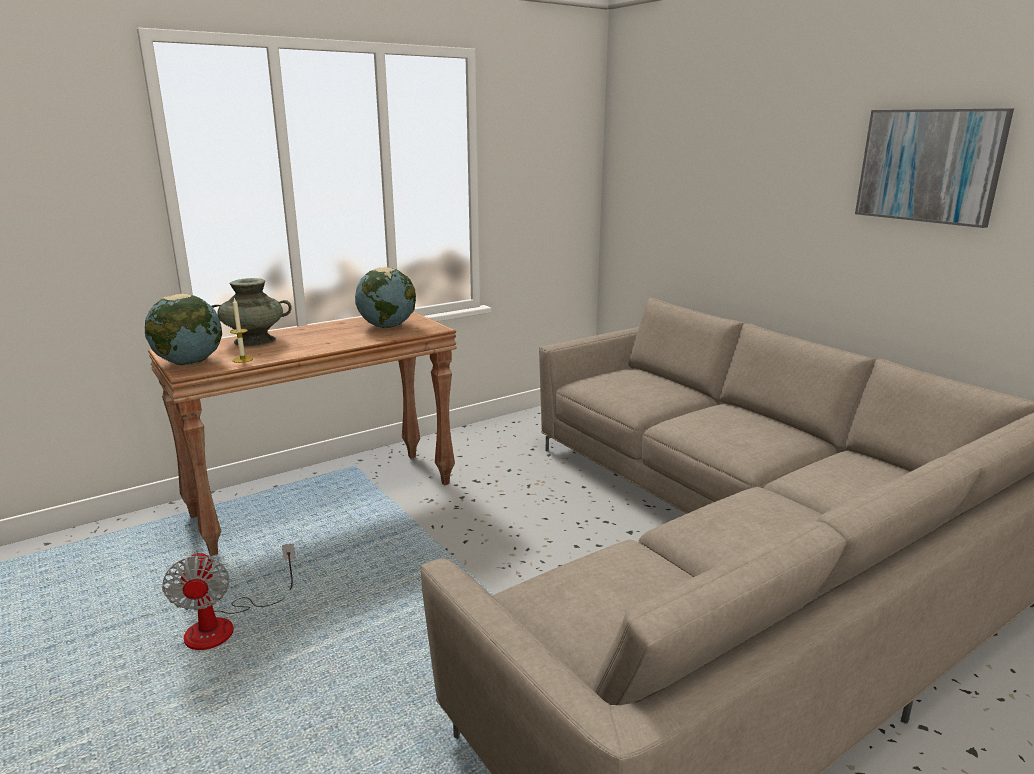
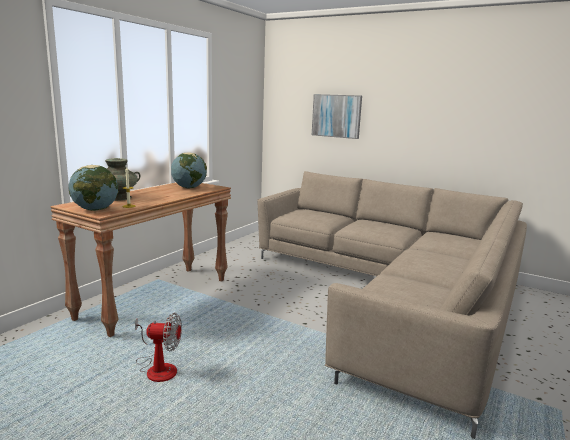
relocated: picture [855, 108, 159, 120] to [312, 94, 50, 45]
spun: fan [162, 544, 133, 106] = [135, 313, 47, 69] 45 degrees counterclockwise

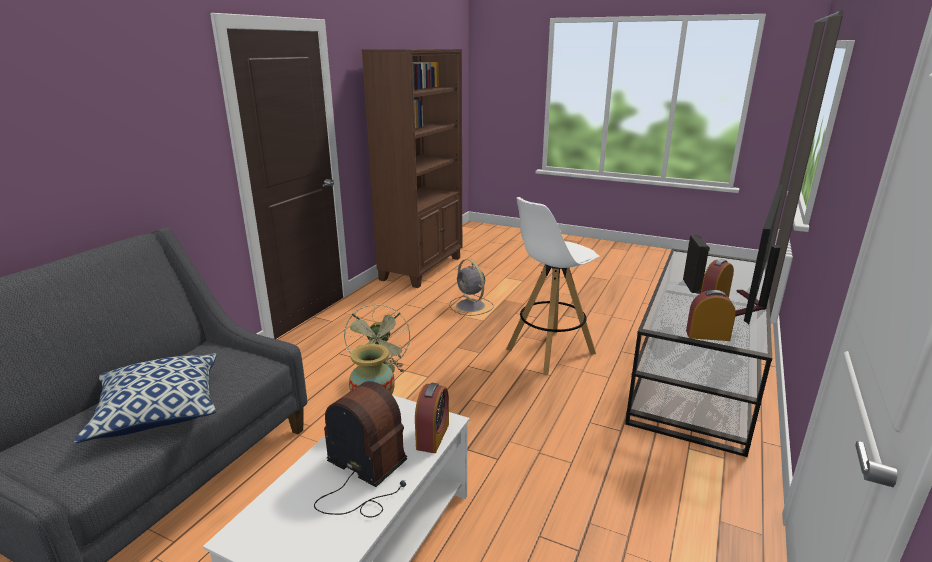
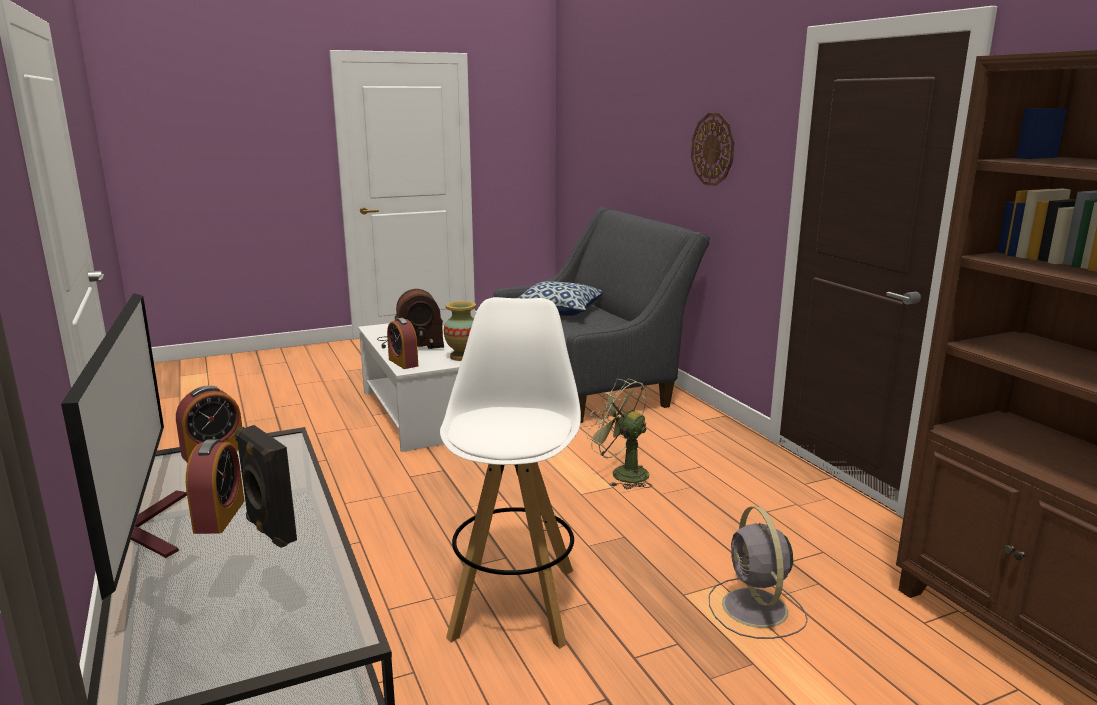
appeared: wall clock [691, 113, 43, 73]
spun: greyish fan [449, 259, 45, 57] = [709, 506, 99, 133] 105 degrees counterclockwise

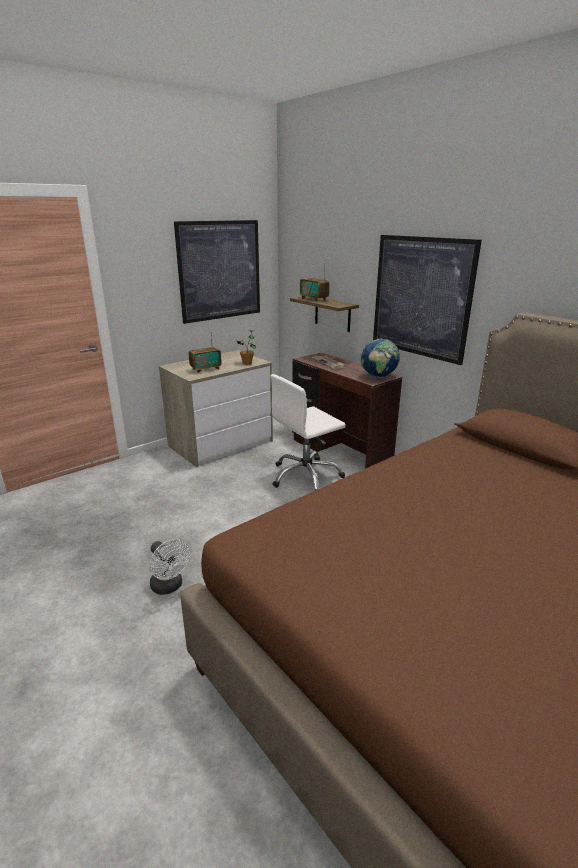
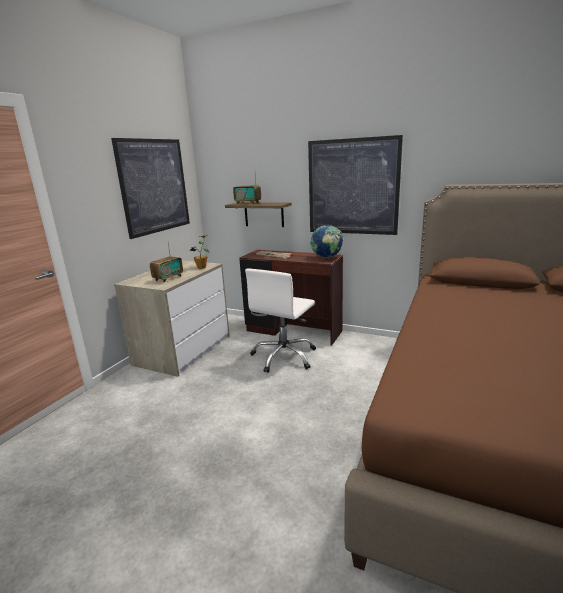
missing: white fan [150, 539, 40, 56]

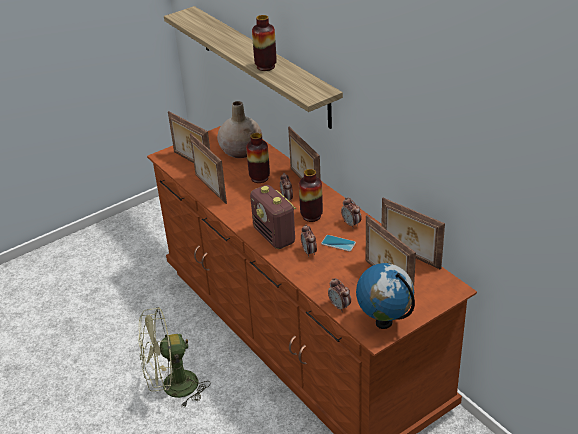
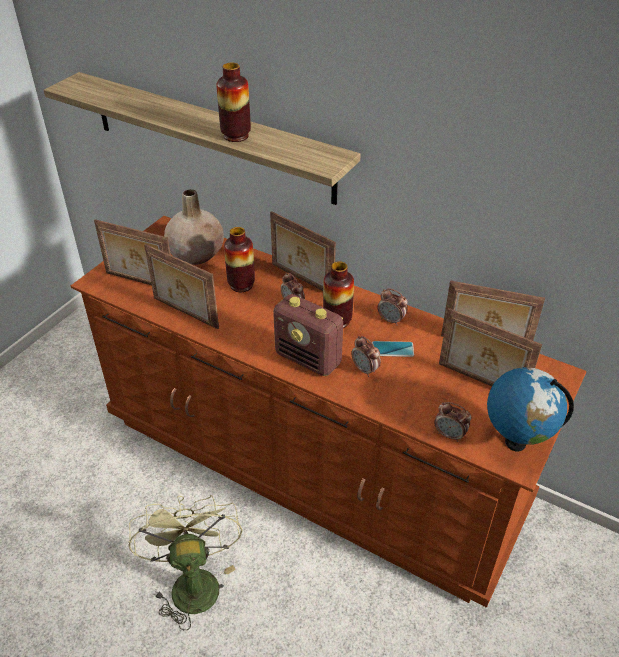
spun: green-coloured fan [139, 307, 72, 101] = [128, 495, 115, 135] 120 degrees clockwise

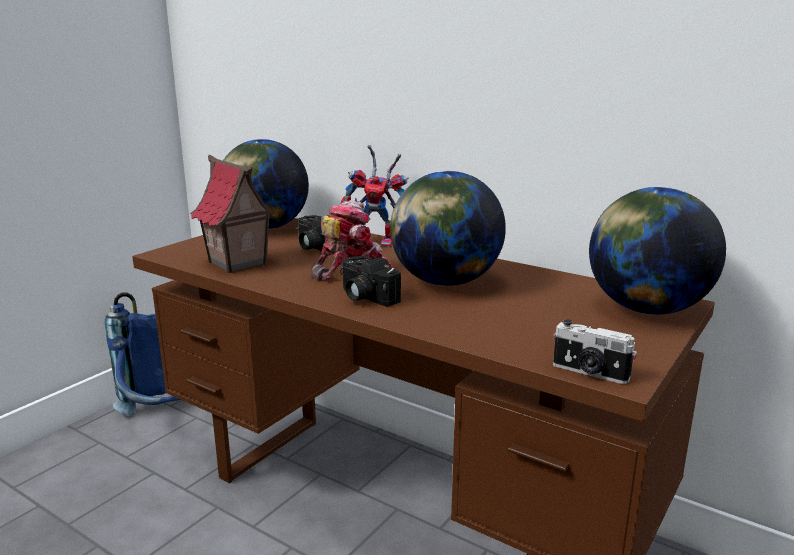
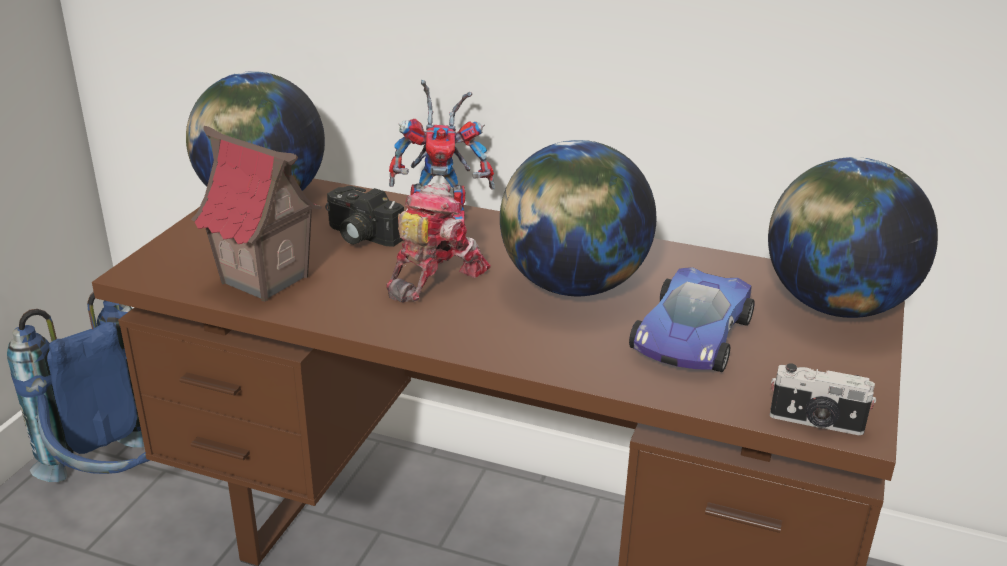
missing: still camera [340, 256, 61, 50]
appeared: toy car [629, 267, 126, 105]

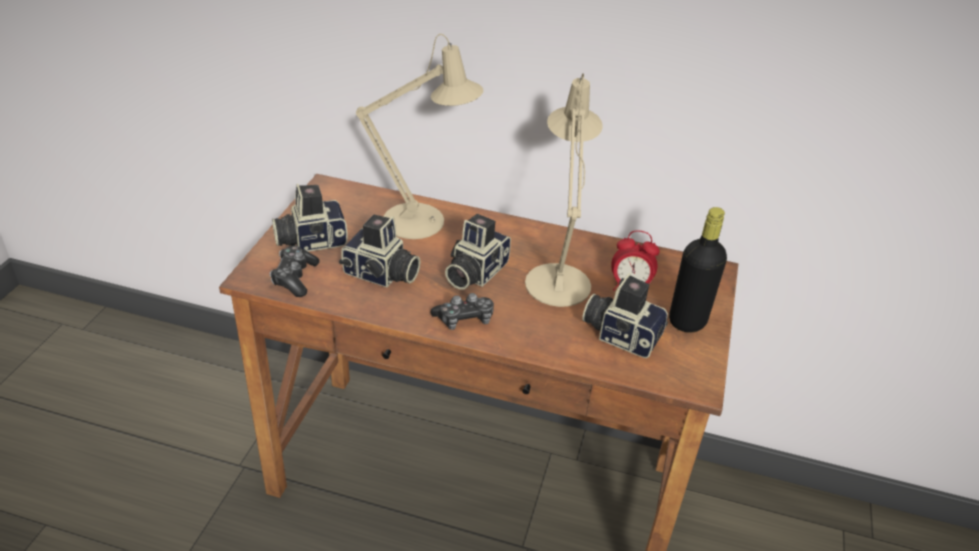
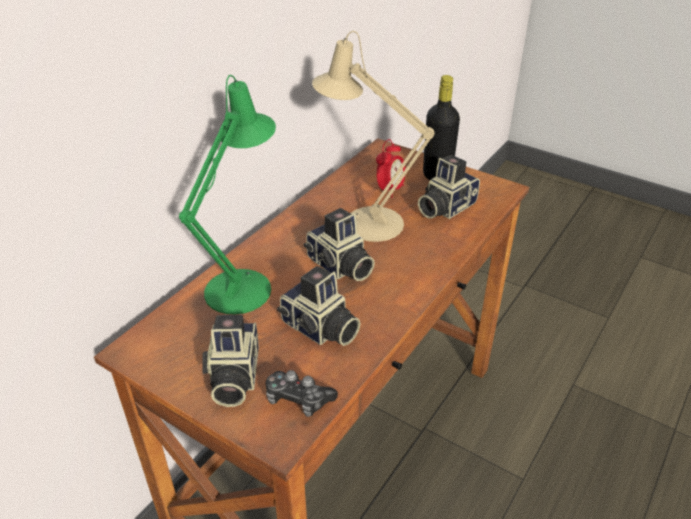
missing: game controller [431, 293, 63, 37]
colour: beige tabletop lamp [356, 34, 127, 205] to green-coloured tabletop lamp [179, 75, 97, 240]
spun: still camera [339, 215, 82, 72] = [277, 266, 83, 80] 90 degrees clockwise

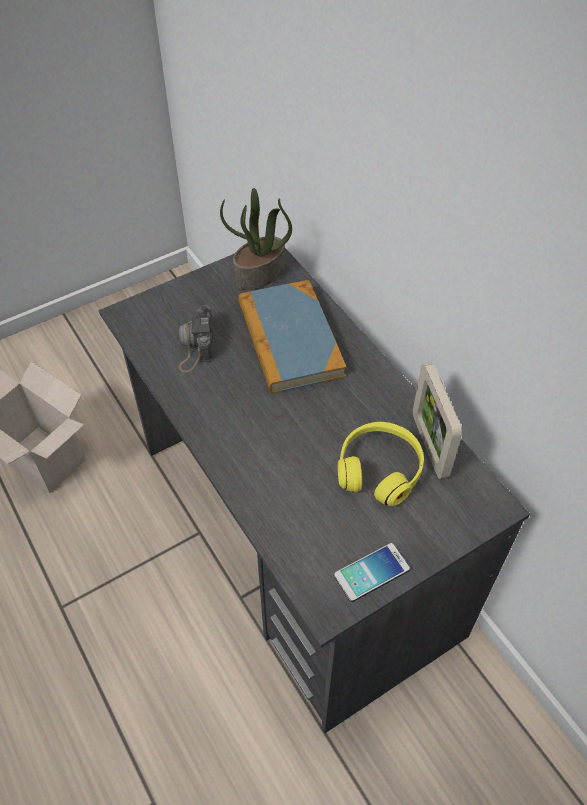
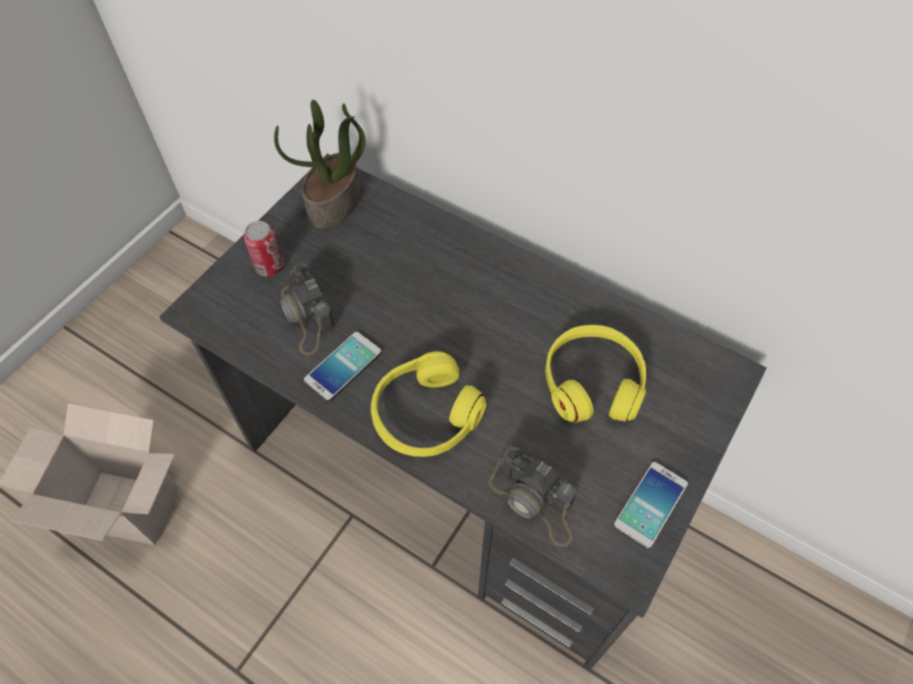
missing: bound book [238, 280, 109, 114]; picture frame [413, 363, 49, 116]
appeared: metal can [244, 221, 40, 55]; phone [304, 332, 78, 69]; yellowish pair of headphones [371, 351, 116, 106]; still camera [489, 447, 88, 100]

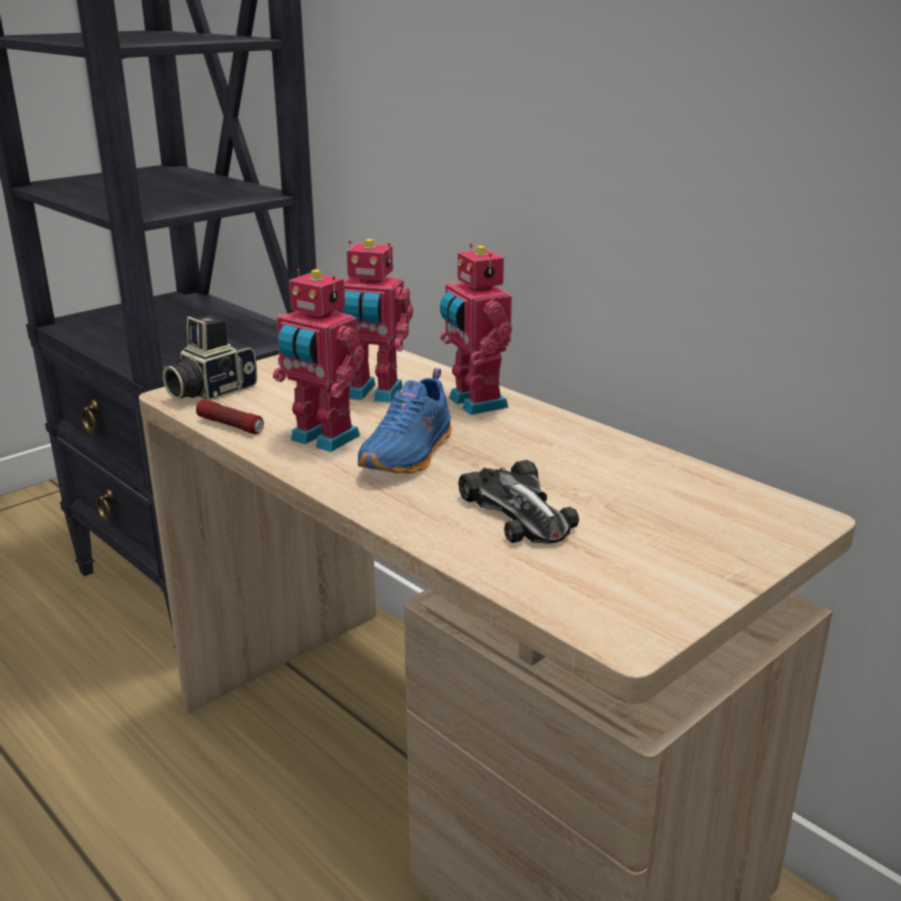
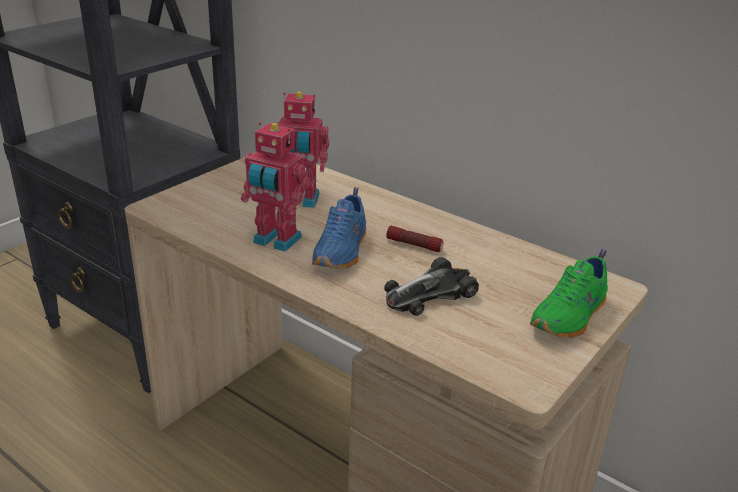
missing: model robot [440, 244, 72, 171]; still camera [163, 315, 94, 86]
appeared: green-coloured low shoe [530, 249, 78, 89]
relocated: flashlight [196, 399, 68, 35] to [386, 226, 58, 26]
spun: toy car [458, 460, 121, 83] = [384, 257, 95, 59] 90 degrees clockwise

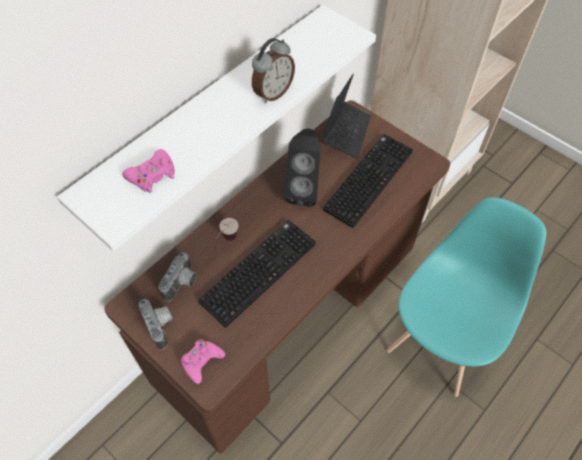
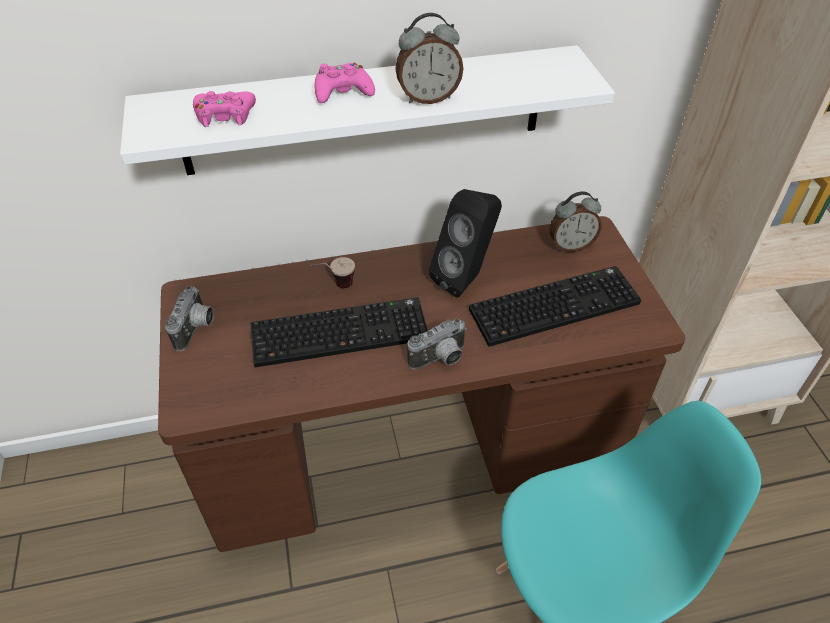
relocated: still camera [158, 252, 39, 50] to [407, 319, 60, 51]; pink-coloured game controller [181, 339, 44, 45] to [315, 63, 60, 40]
exchanged: portable computer [321, 73, 50, 86] to alarm clock [549, 191, 53, 61]

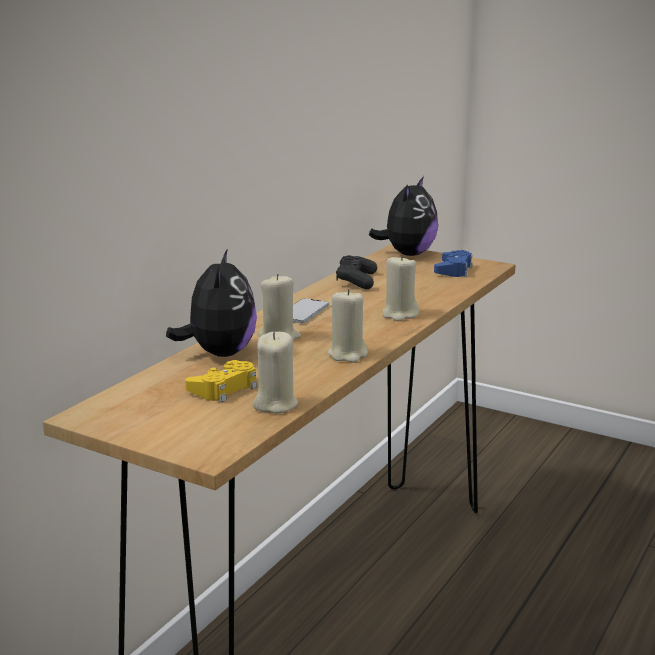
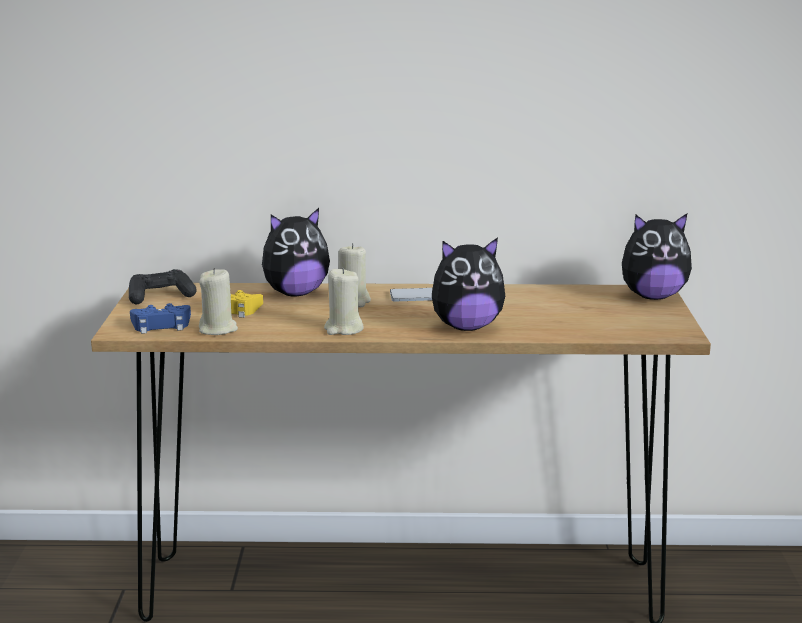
relocated: blue game controller [434, 250, 38, 27] to [130, 303, 61, 31]; black-coloured game controller [336, 255, 41, 34] to [129, 269, 67, 35]
exchanged: beige candle [383, 255, 36, 66] to cuddly toy [432, 237, 73, 94]

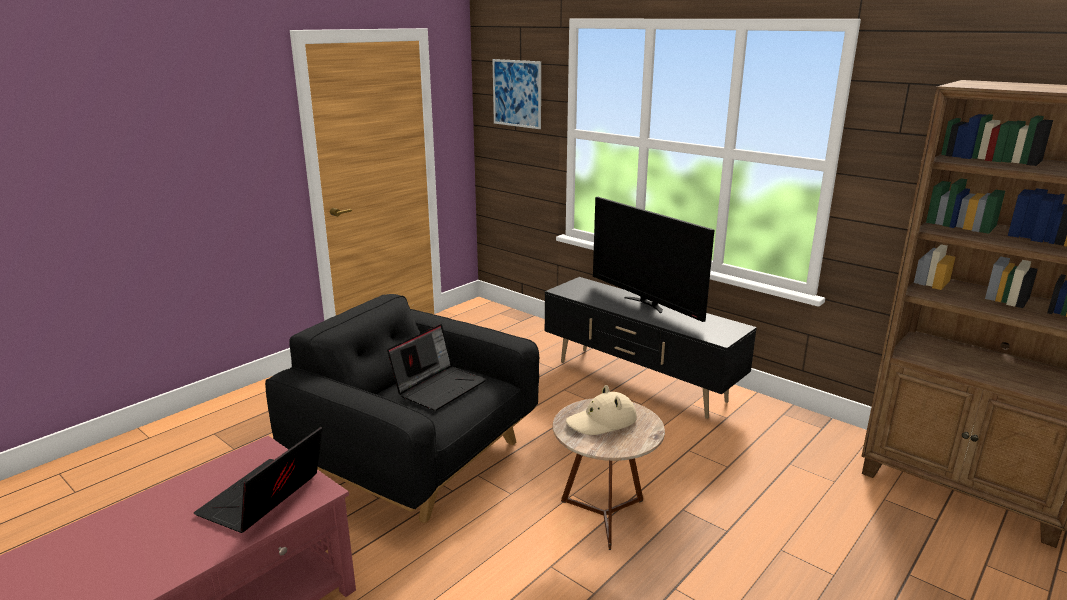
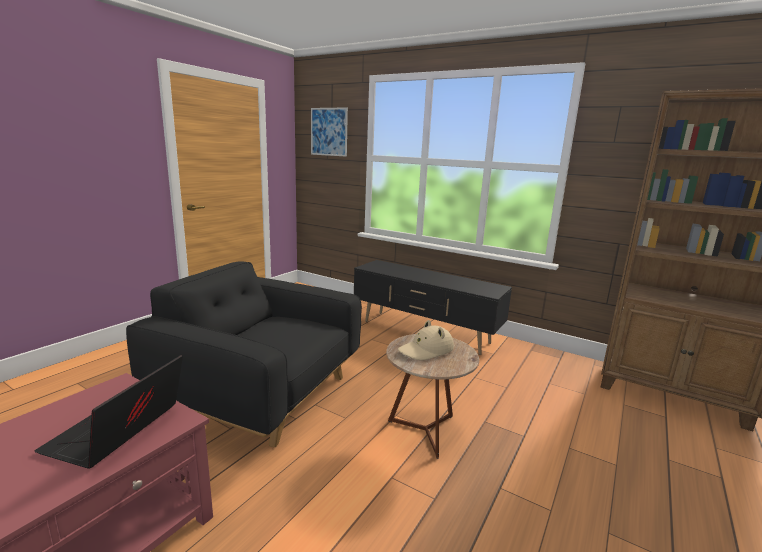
missing: television [593, 197, 121, 125]; portable computer [387, 324, 99, 87]

